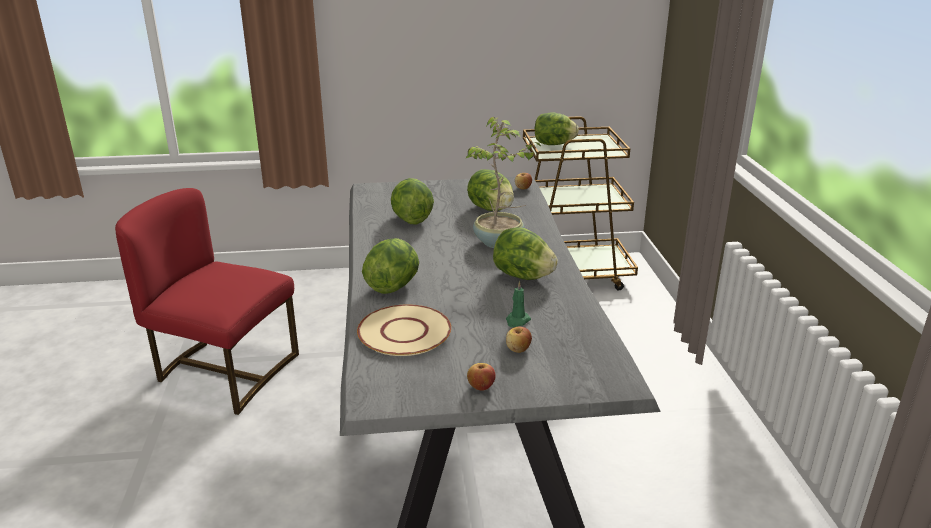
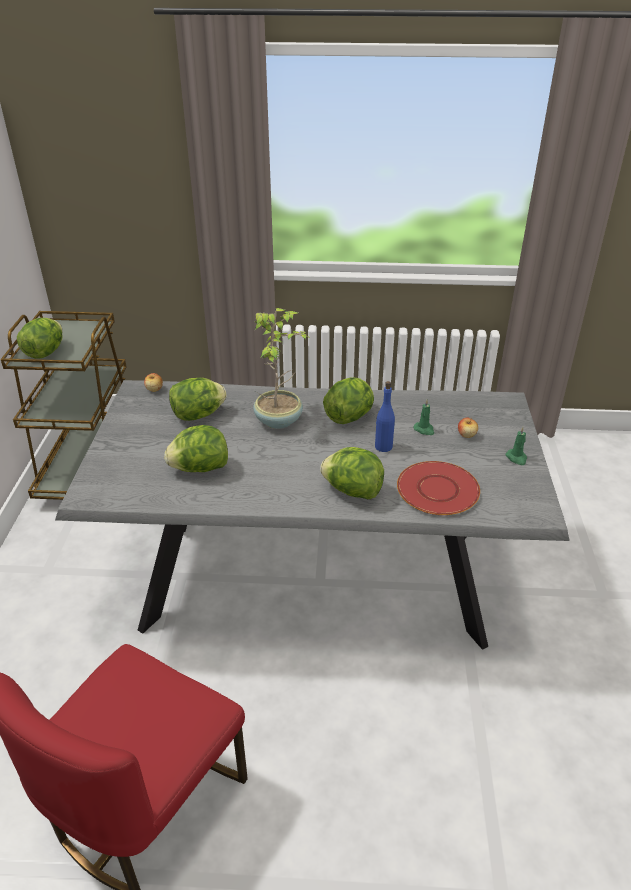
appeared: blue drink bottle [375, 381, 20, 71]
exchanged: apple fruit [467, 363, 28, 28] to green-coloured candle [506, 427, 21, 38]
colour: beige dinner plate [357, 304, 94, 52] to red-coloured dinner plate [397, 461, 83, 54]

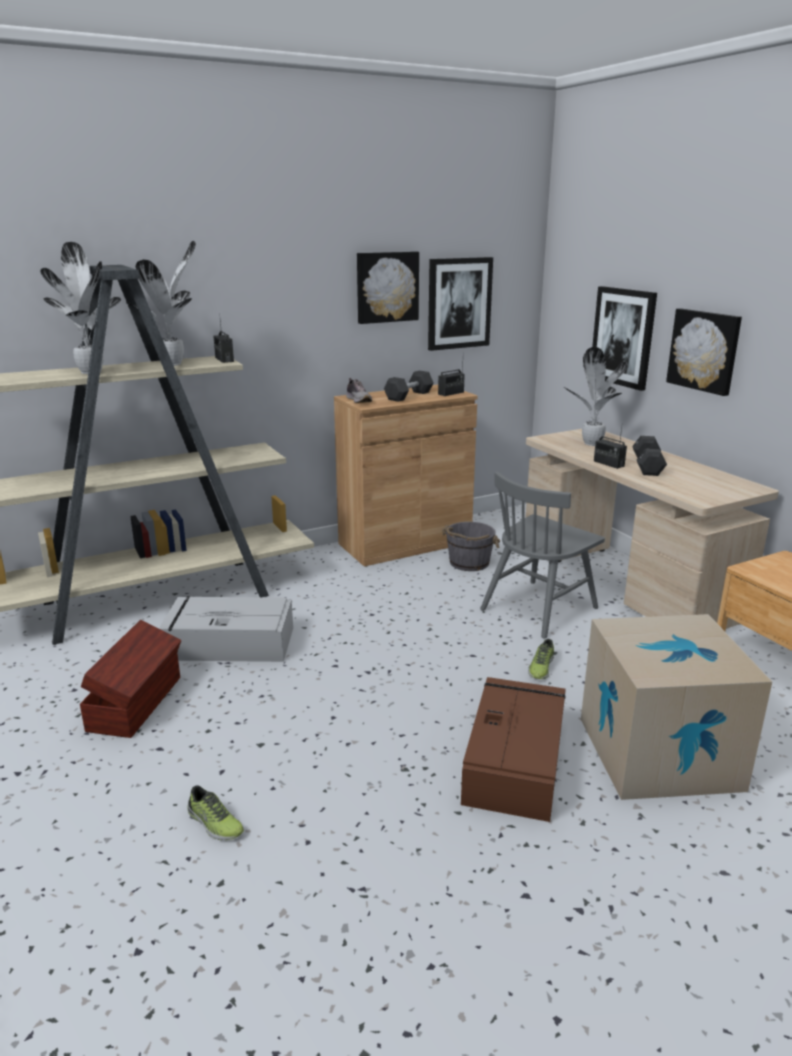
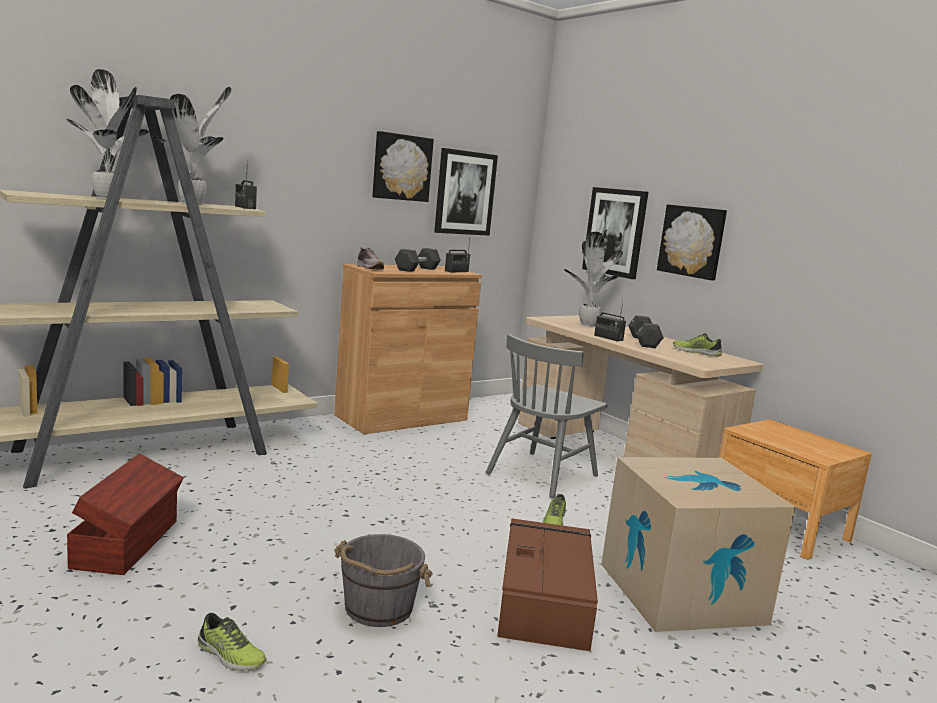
missing: greyish storage container [159, 596, 134, 66]
appeared: low shoe [673, 333, 49, 24]
relocated: greyish water bucket [442, 522, 58, 49] to [334, 534, 99, 93]

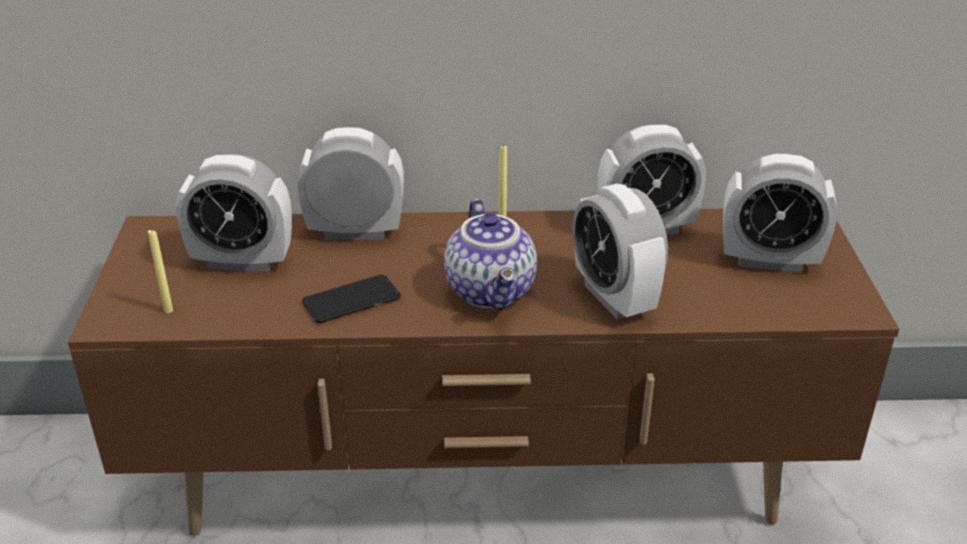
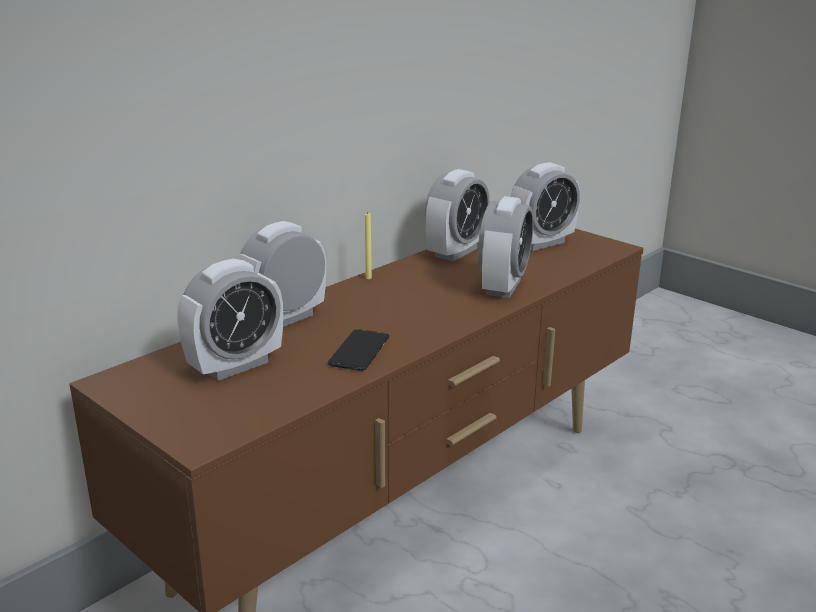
missing: tea pot [444, 199, 93, 111]; yellowish candle [148, 229, 25, 85]
spun: alarm clock [572, 184, 96, 136] = [478, 196, 56, 102] 90 degrees counterclockwise

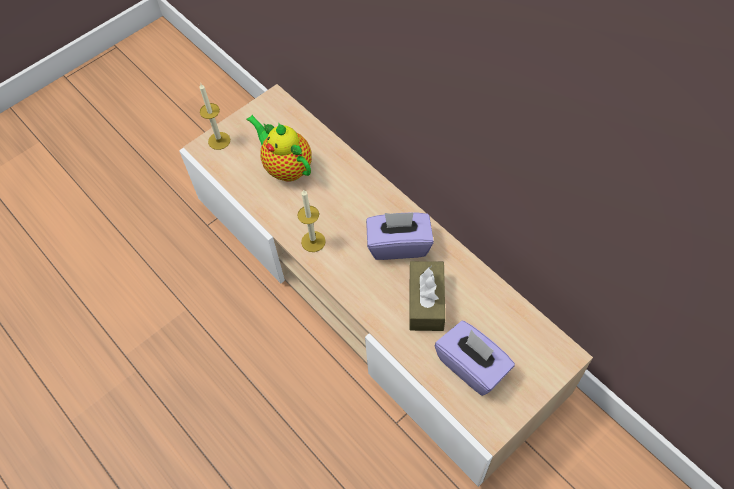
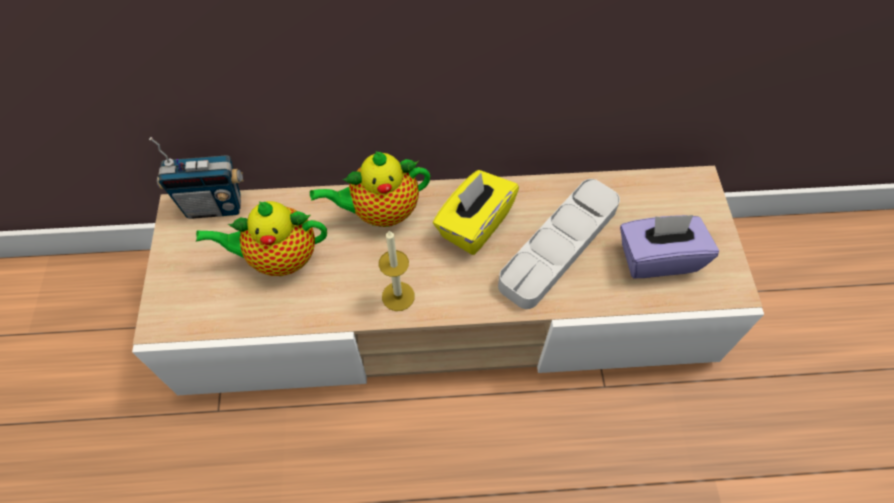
missing: candle [199, 84, 31, 66]
appeared: radio receiver [149, 137, 95, 82]; tea pot [310, 151, 120, 76]
exchanged: brownish tissue box [409, 261, 36, 70] to greyish carrying tray [498, 179, 122, 130]
colour: purple-coloured tissue box [366, 213, 68, 47] to yellowish tissue box [433, 170, 86, 85]

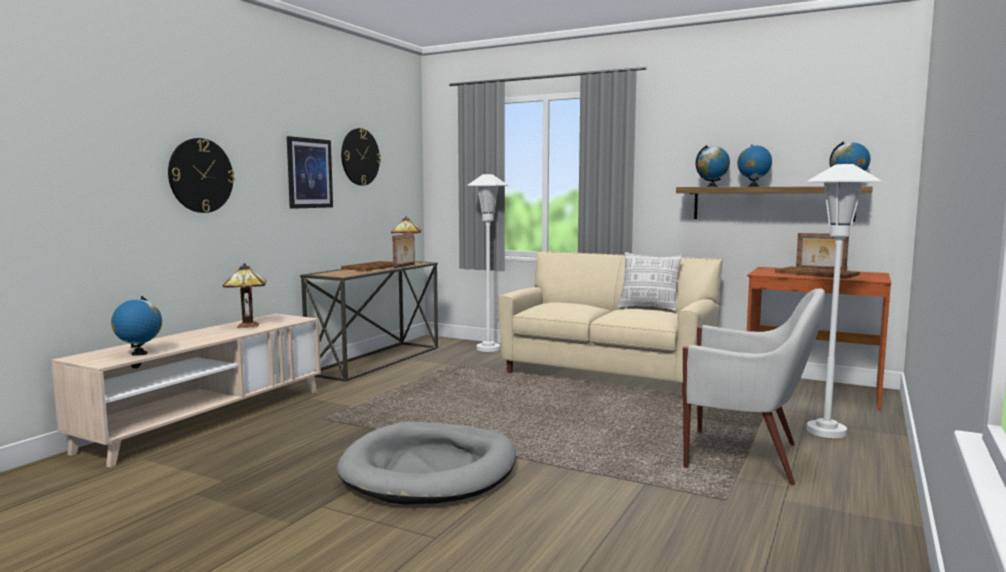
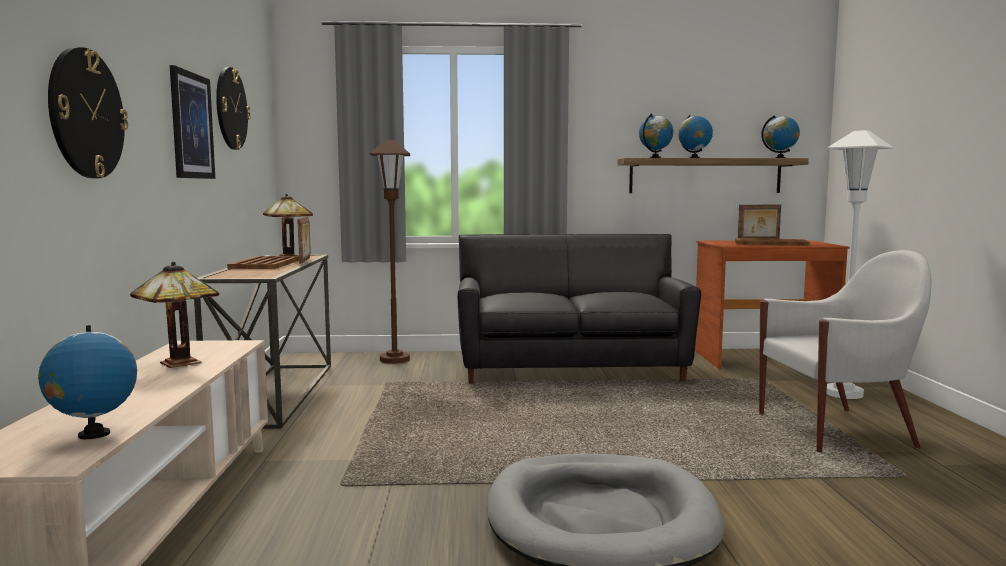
missing: pillow [618, 252, 64, 60]
colour: white standing lamp [467, 174, 41, 178] to brownish standing lamp [369, 140, 41, 224]; beige sofa [497, 251, 226, 146] to black-coloured sofa [457, 234, 244, 150]

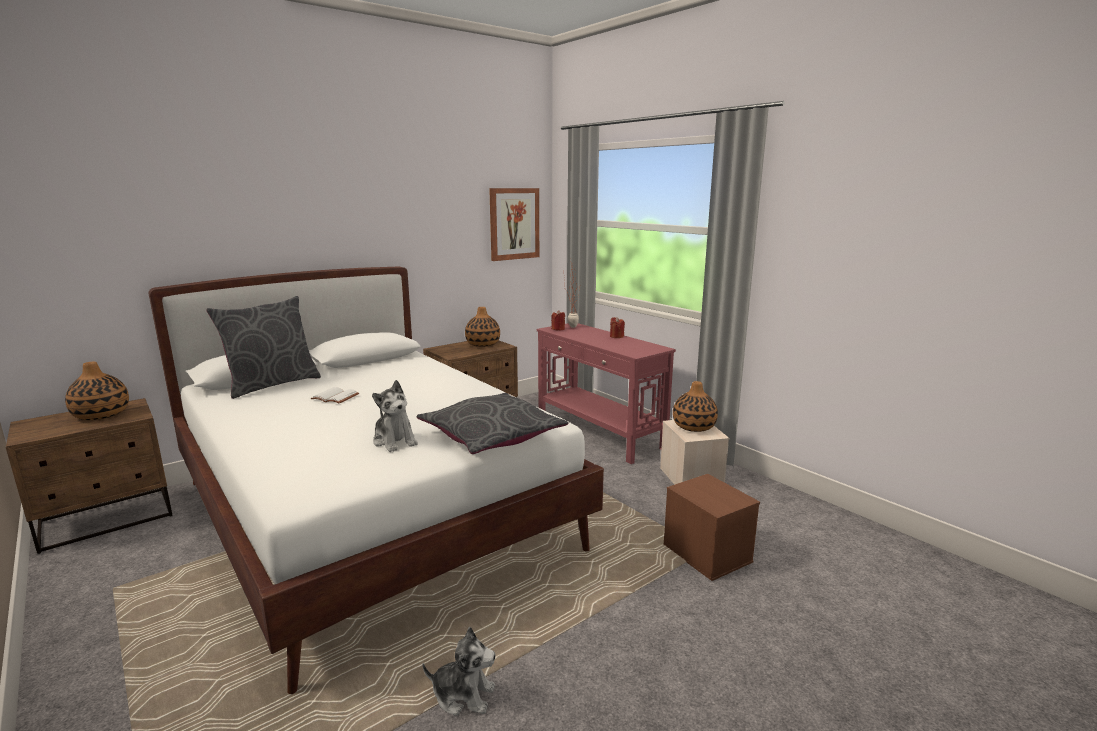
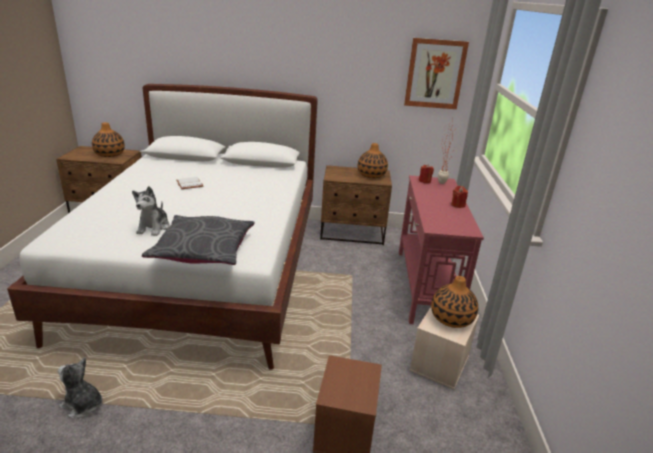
missing: greyish pillow [206, 296, 115, 103]
spun: cuddly toy [422, 627, 73, 89] = [58, 357, 44, 61] 150 degrees clockwise

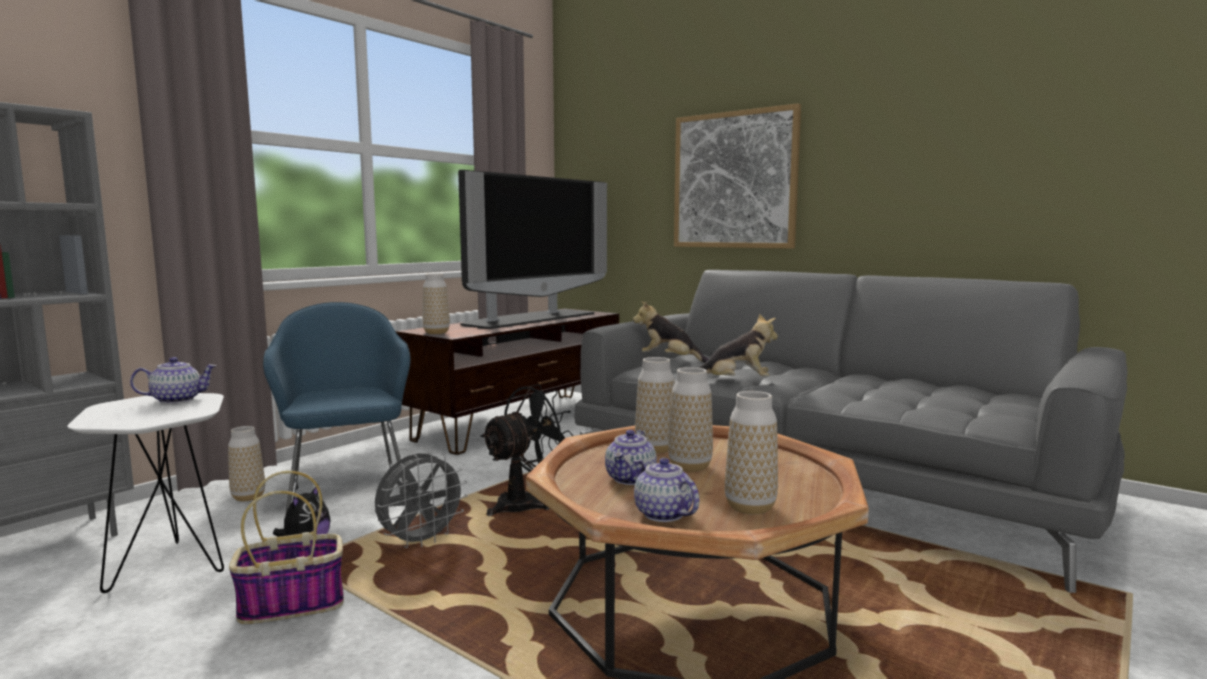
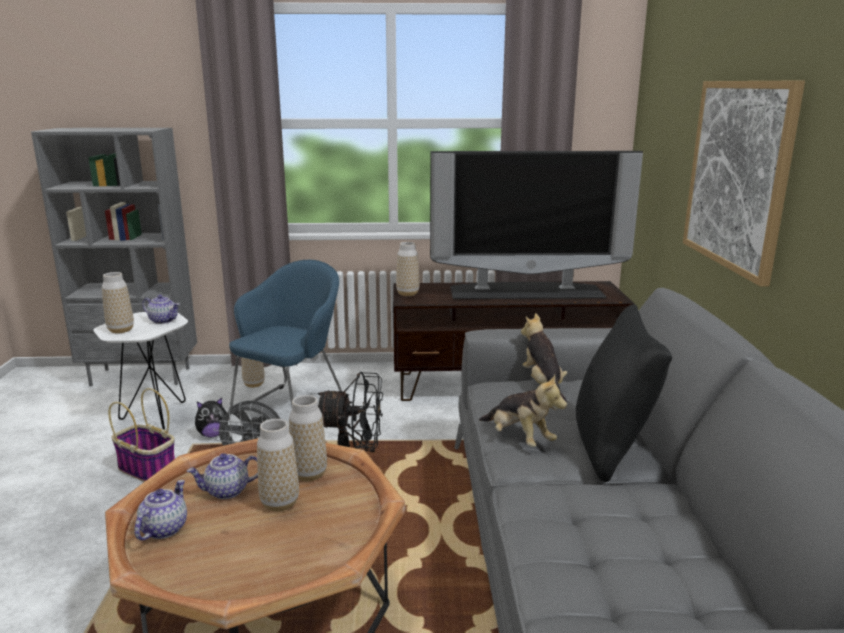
appeared: black-coloured pillow [576, 304, 96, 178]
relocated: flower vase [725, 391, 53, 124] to [102, 272, 32, 61]

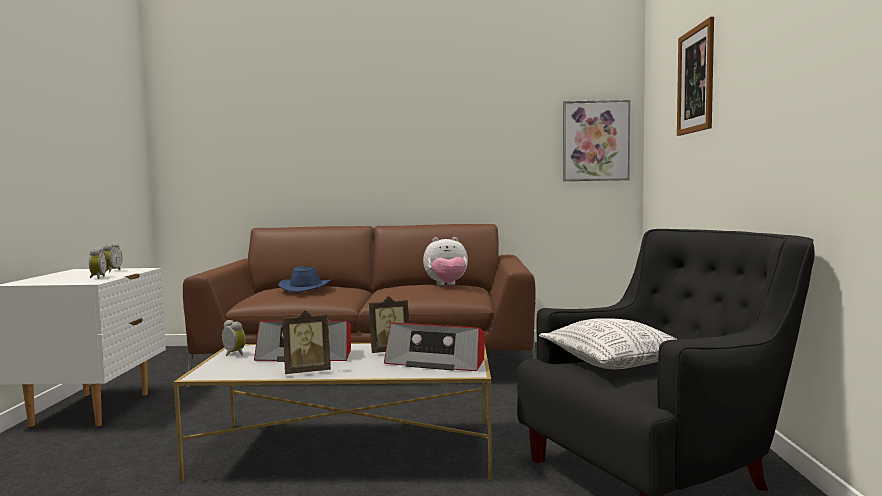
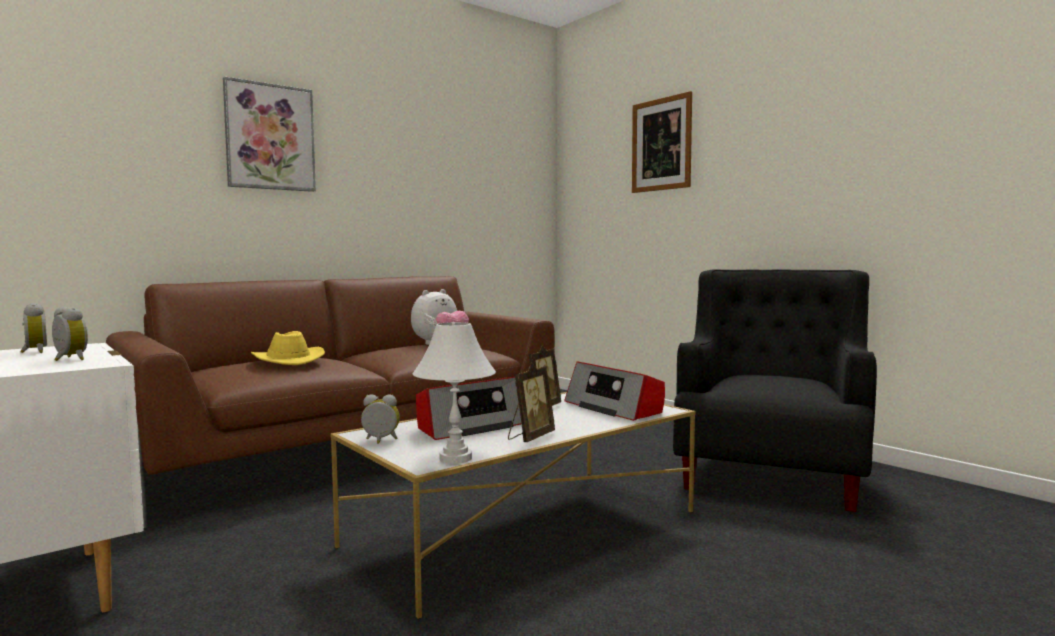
missing: pillow [539, 318, 137, 51]
appeared: white tabletop lamp [413, 322, 83, 142]
relocated: picture [563, 100, 67, 81] to [223, 77, 93, 115]
colour: blue wearable hat [278, 267, 54, 26] to yellowish wearable hat [251, 331, 74, 34]
spun: radio receiver [384, 323, 101, 48] = [564, 361, 101, 60] 75 degrees clockwise

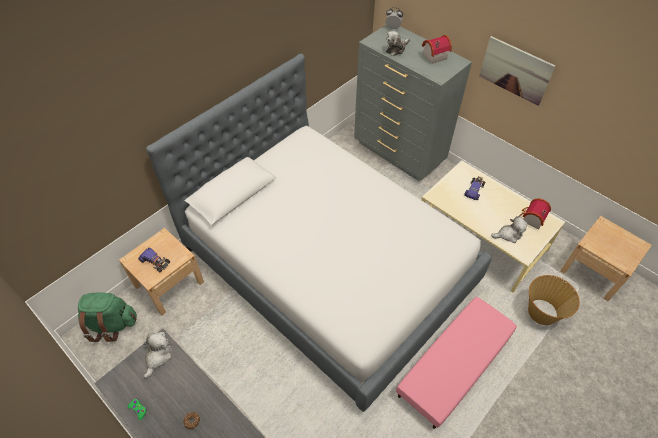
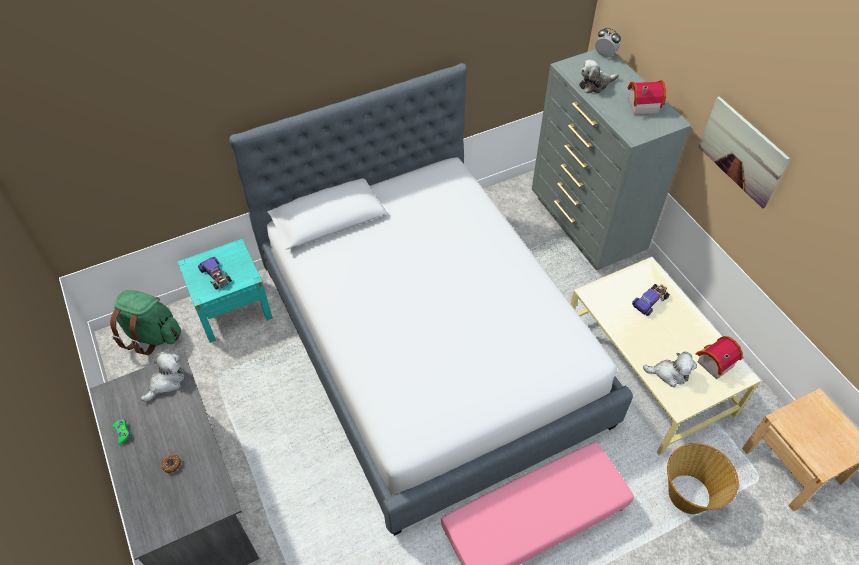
colour: beige bedside table [119, 228, 85, 87] to turquoise-coloured bedside table [177, 239, 96, 104]

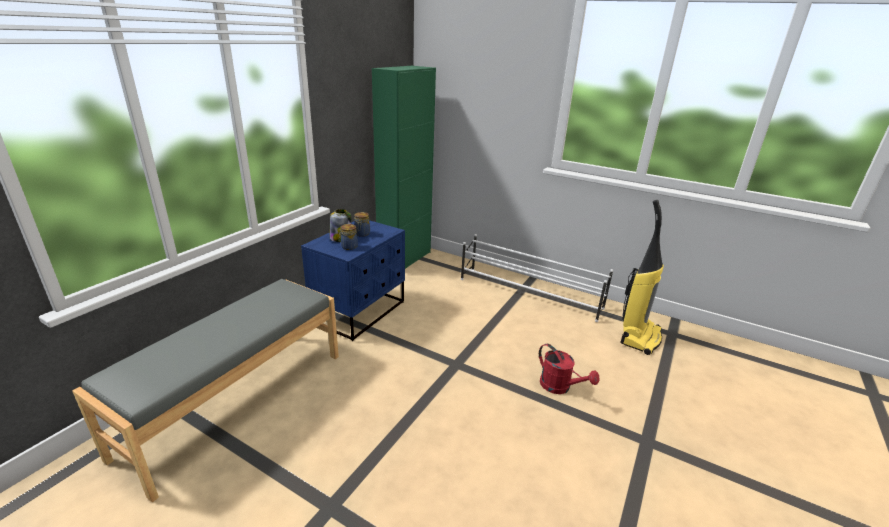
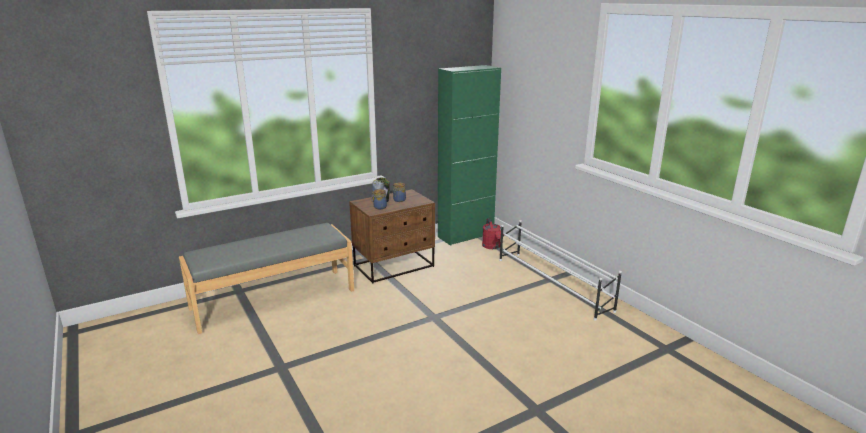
missing: hoover [620, 200, 44, 155]
relocated: red-coloured sprinkling can [539, 344, 60, 50] to [482, 218, 22, 31]
colour: blue bedside table [301, 220, 104, 121] to brownish bedside table [349, 189, 86, 95]

